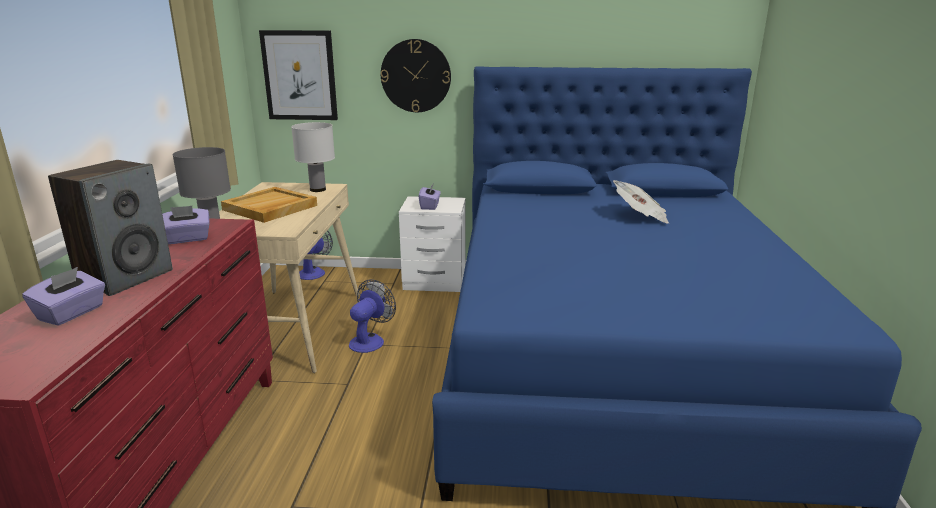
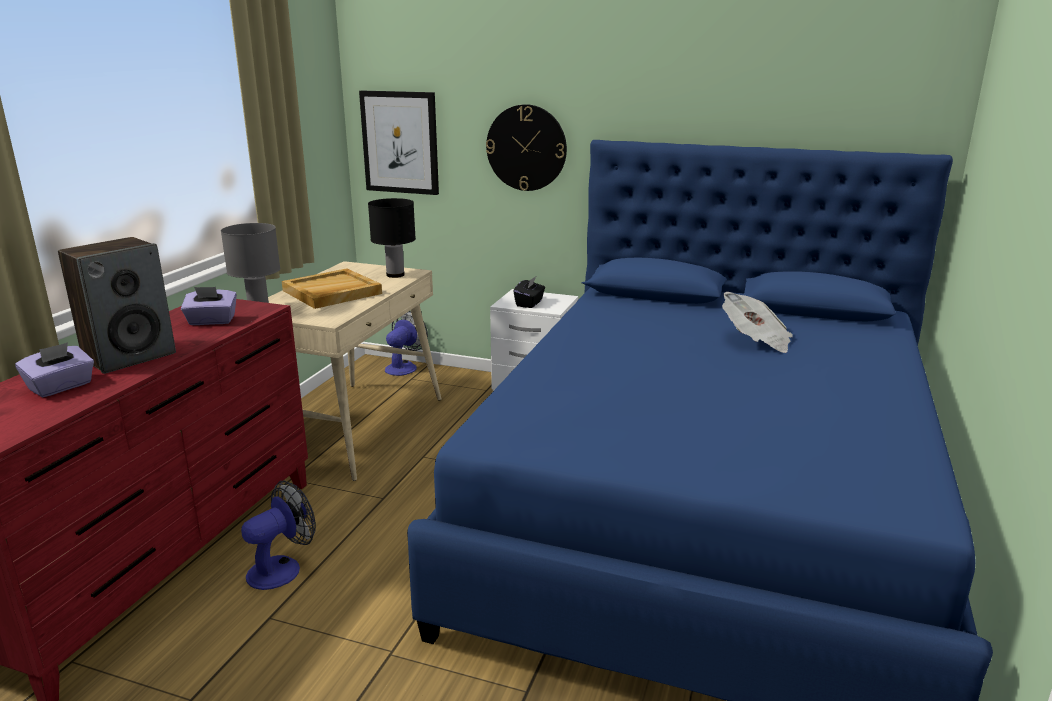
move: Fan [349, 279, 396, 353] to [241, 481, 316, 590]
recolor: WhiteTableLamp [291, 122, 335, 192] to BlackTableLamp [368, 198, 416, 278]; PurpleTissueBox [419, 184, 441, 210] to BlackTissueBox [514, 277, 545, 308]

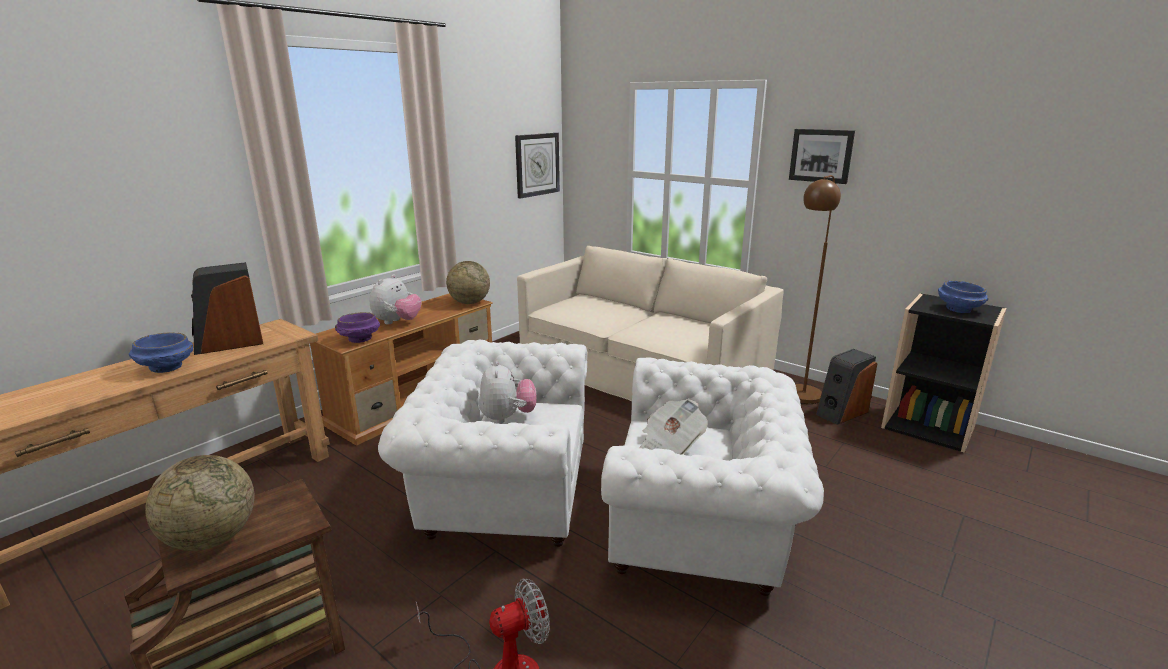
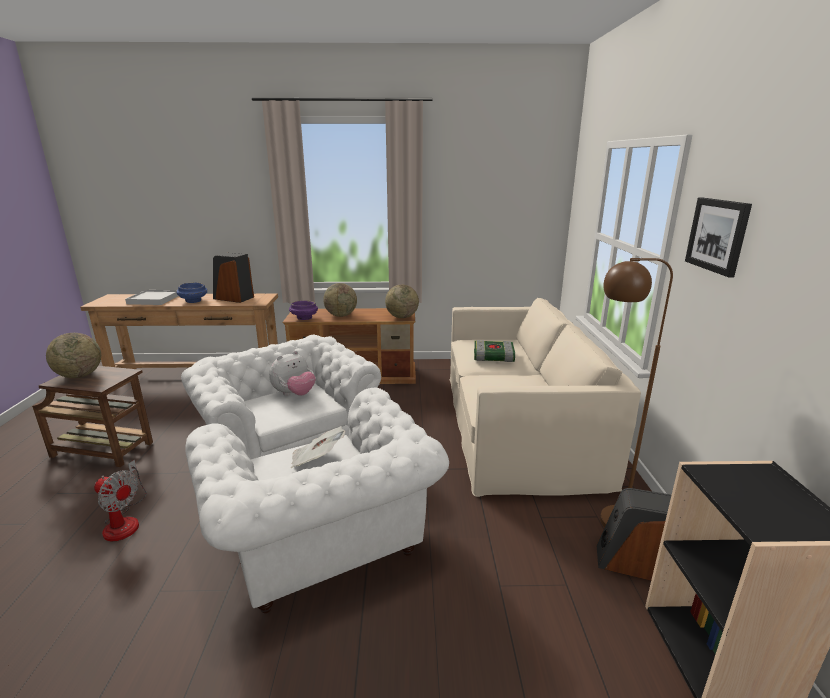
delete: WallClock [515, 133, 560, 199]; BlueBowl [938, 281, 988, 313]
insert: WhiteTray [125, 290, 179, 305]; Book [474, 340, 515, 362]
replace: PlushToy [370, 275, 422, 325] to Globe [323, 283, 357, 317]

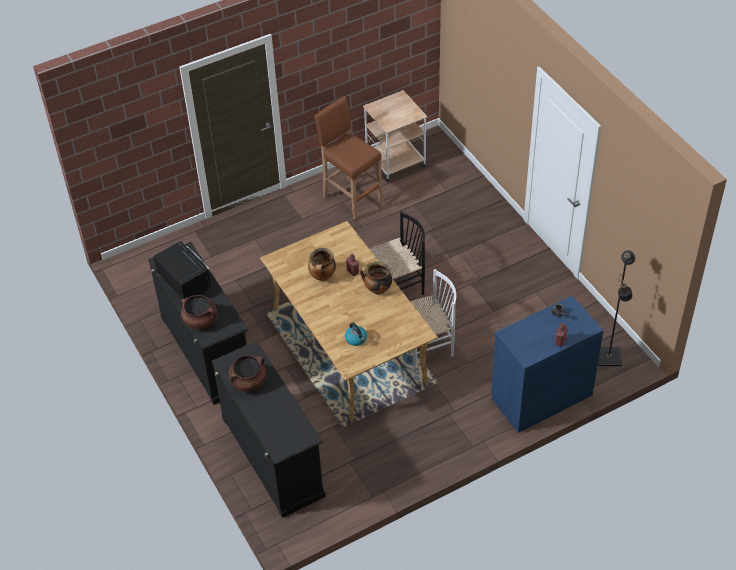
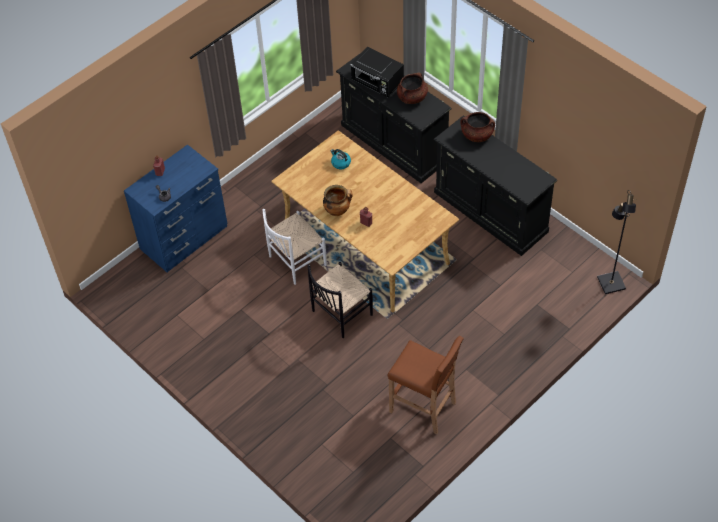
delete: CookingPot [308, 248, 336, 281]; BeigeCart [363, 90, 427, 182]
move: BlackMicrowave [153, 241, 211, 299] to [350, 47, 404, 97]; BlackFloorLamp [598, 250, 635, 366] to [597, 190, 636, 294]

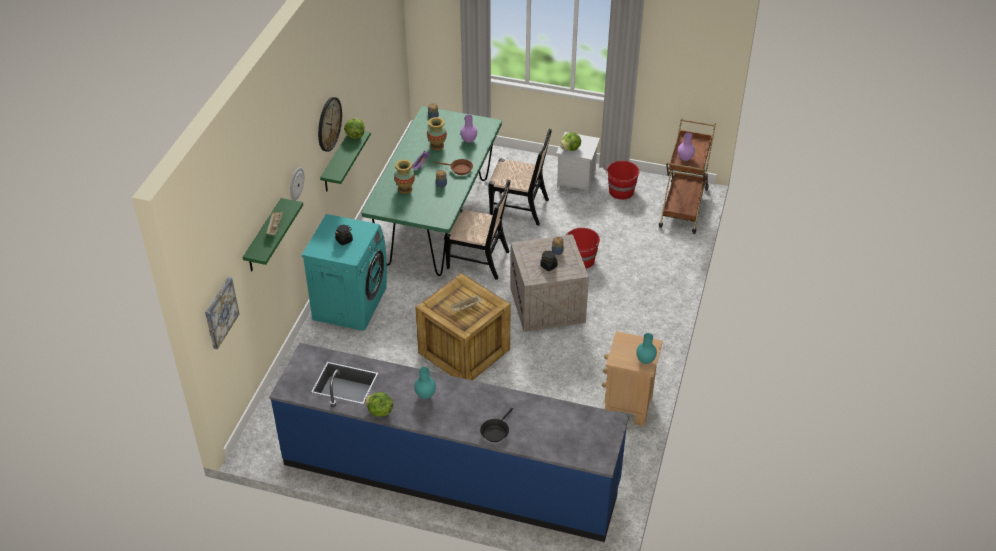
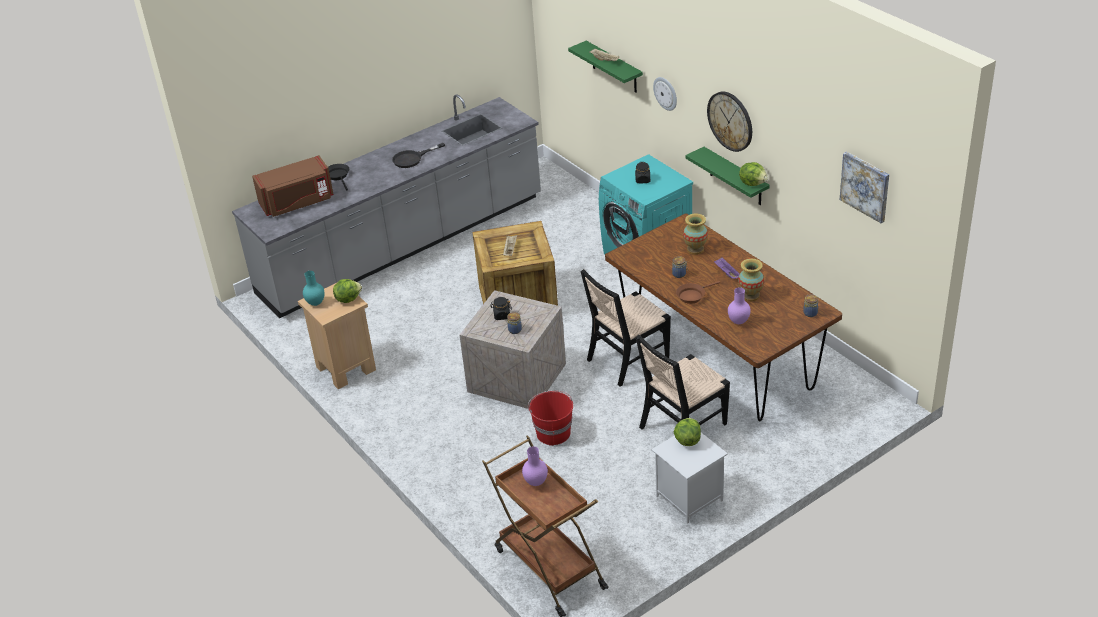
delete: RedBucket [606, 161, 639, 200]
insert: BrownMicrowave [252, 155, 334, 217]
move: Lettuce [365, 392, 393, 417] to [333, 279, 362, 303]; Picture [205, 277, 239, 349] to [840, 152, 889, 223]
replace: TurquoiseVase [414, 367, 436, 399] to BlackFryingPan [392, 143, 445, 168]
recolor: BlueCounter [269, 343, 629, 542] to GreyCounter [232, 94, 541, 318]; GreenDiningTable [362, 106, 502, 276] to BrownDiningTable [605, 214, 842, 422]

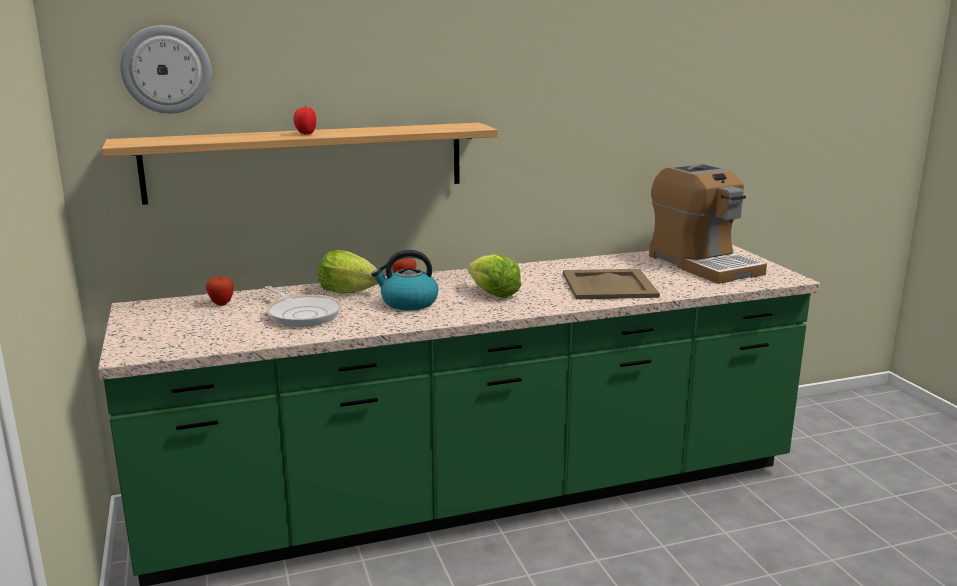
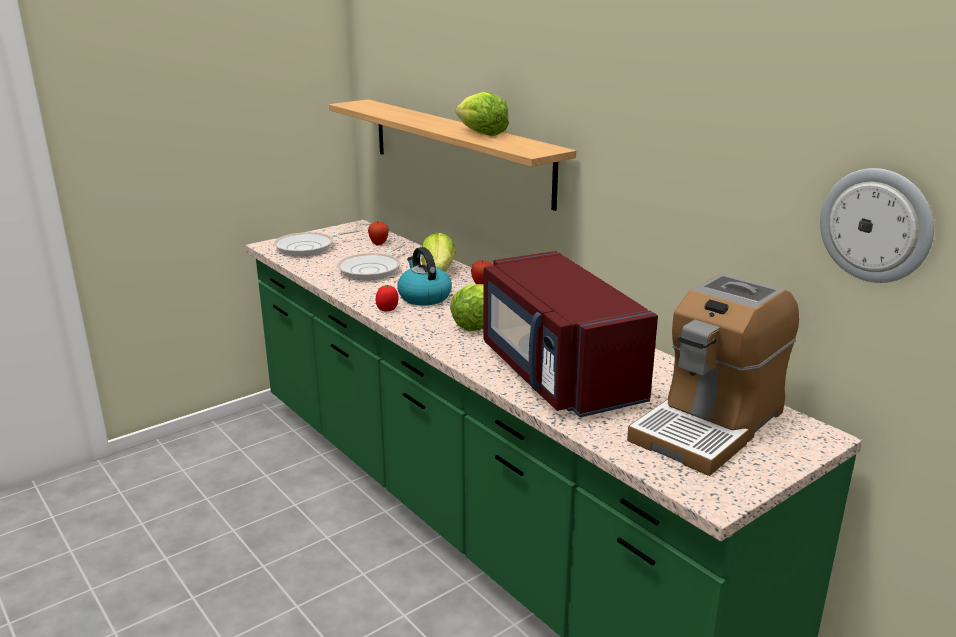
insert: FryingPan [274, 230, 360, 256]; Lettuce [456, 92, 509, 136]
move: Tomato [294, 106, 316, 135] to [376, 285, 399, 311]; WallClock [120, 25, 212, 114] to [820, 168, 934, 283]
replace: BeigeTray [563, 269, 660, 299] to RedMicrowave [483, 251, 658, 417]

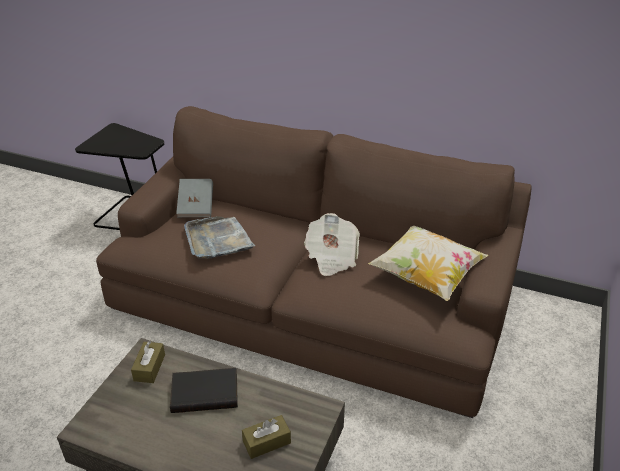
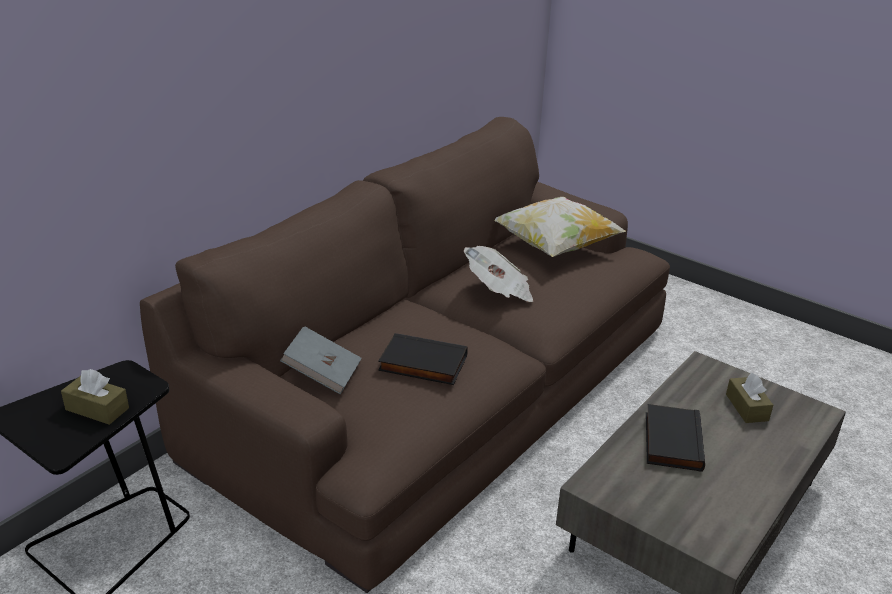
move: BrownTissueBox [131, 341, 165, 383] to [61, 369, 129, 425]
replace: GreyTray [184, 216, 255, 259] to BlackBook [378, 333, 468, 385]

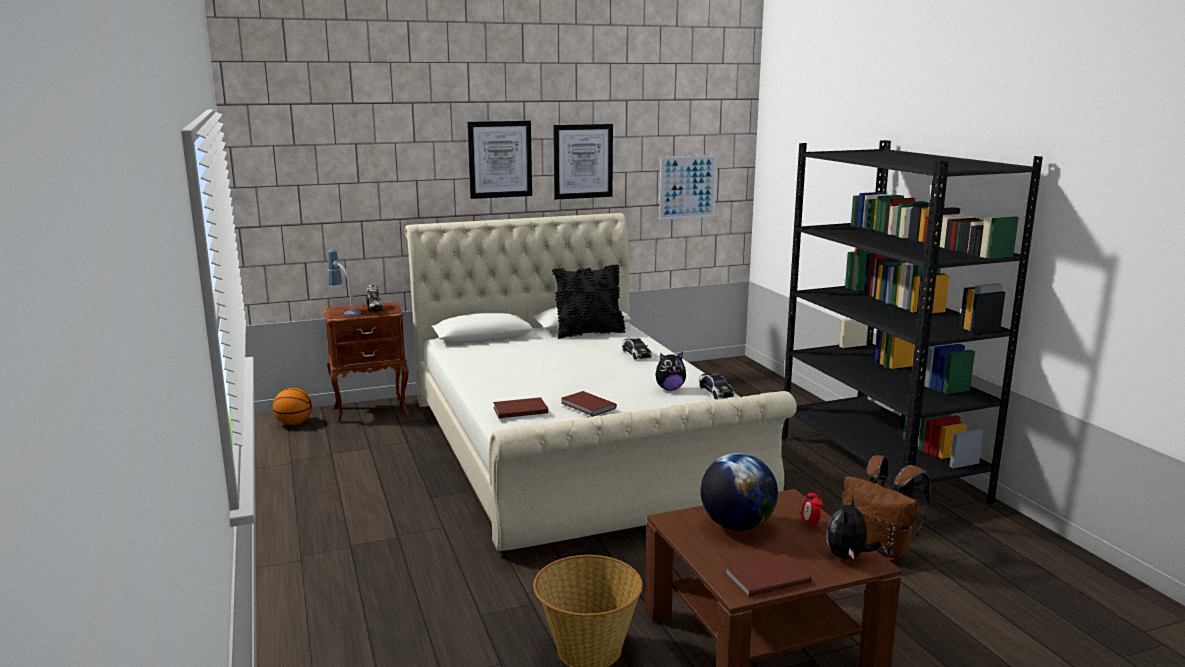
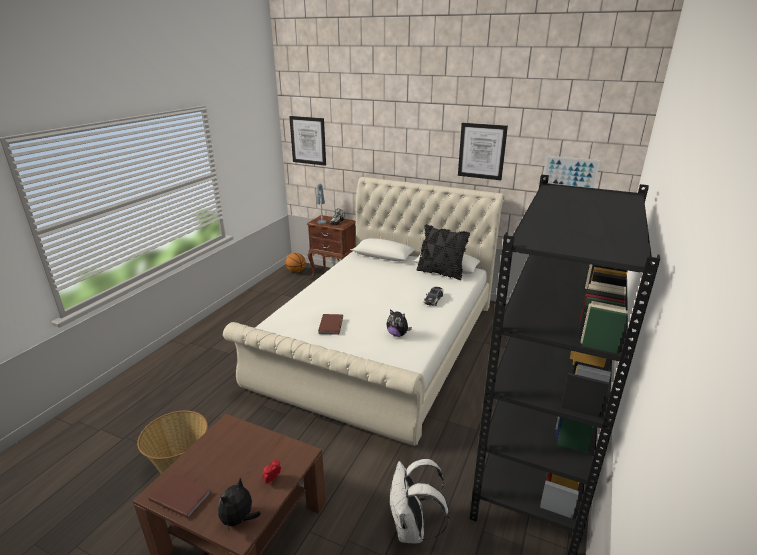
delete: BrownBook [493, 397, 548, 418]; ToyCar [699, 373, 735, 399]; Globe [700, 453, 778, 531]
move: Picture [467, 121, 532, 199] to [289, 116, 326, 166]
recolor: BrownBackpack [842, 455, 931, 562] to WhiteBackpack [389, 459, 450, 543]
rotate: PlushToy [827, 496, 881, 559] = [218, 478, 261, 531] 45 degrees counterclockwise

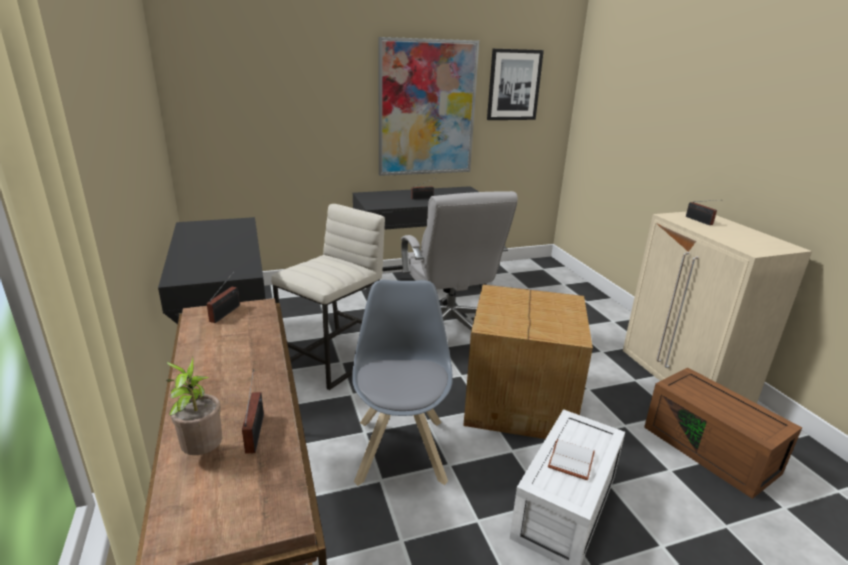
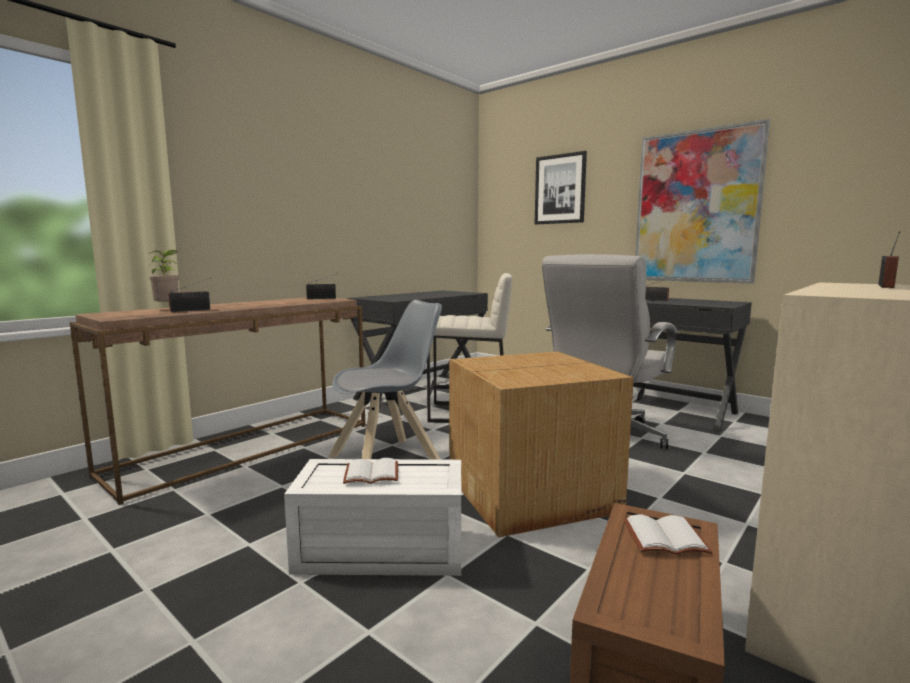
insert: WhiteBook [623, 514, 713, 555]
move: Picture [487, 49, 544, 120] to [535, 151, 587, 224]

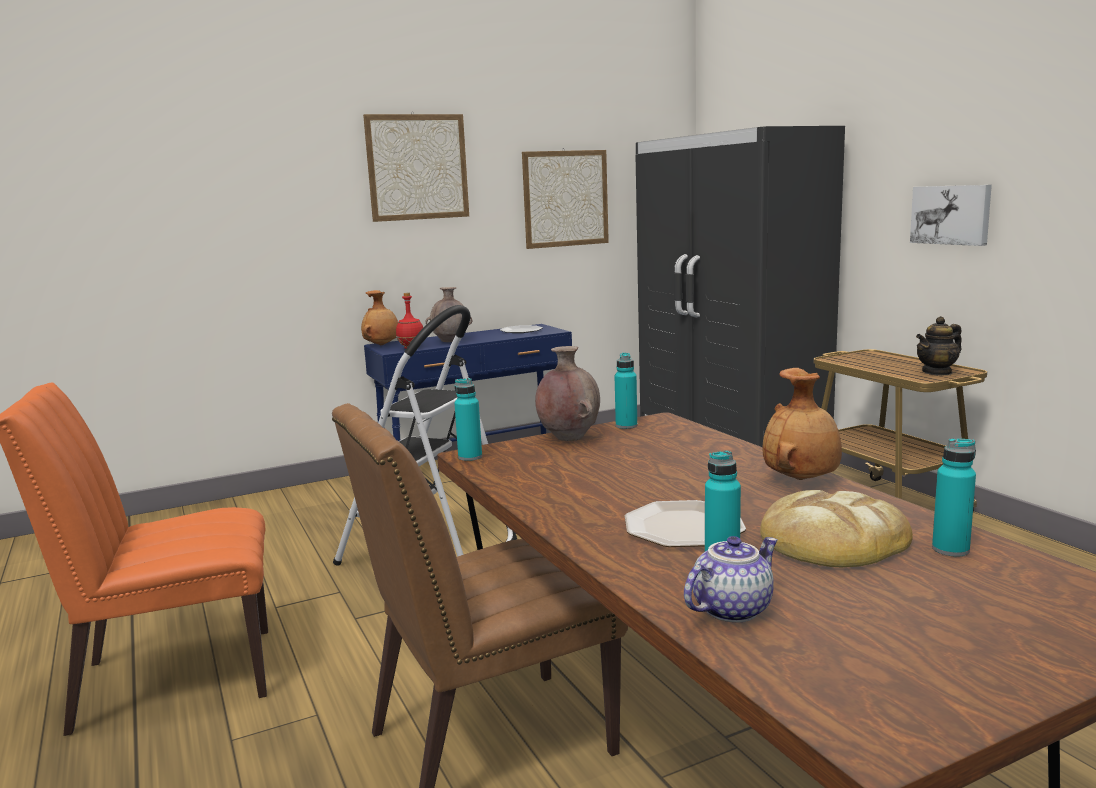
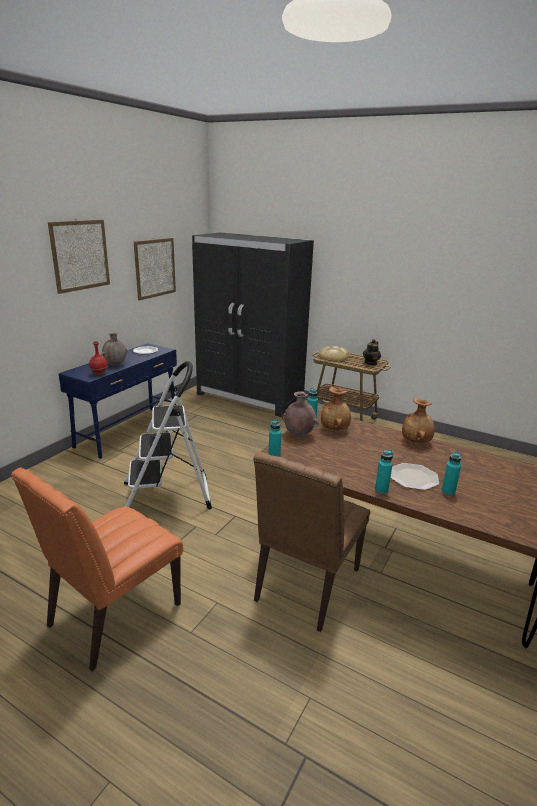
delete: Teapot [684, 536, 778, 622]; Picture [910, 185, 992, 246]
move: Bread [760, 490, 913, 567] to [319, 346, 350, 361]; BrownVase [361, 290, 398, 345] to [321, 387, 351, 430]; TurquoiseBottle [932, 438, 976, 557] to [375, 450, 393, 494]

